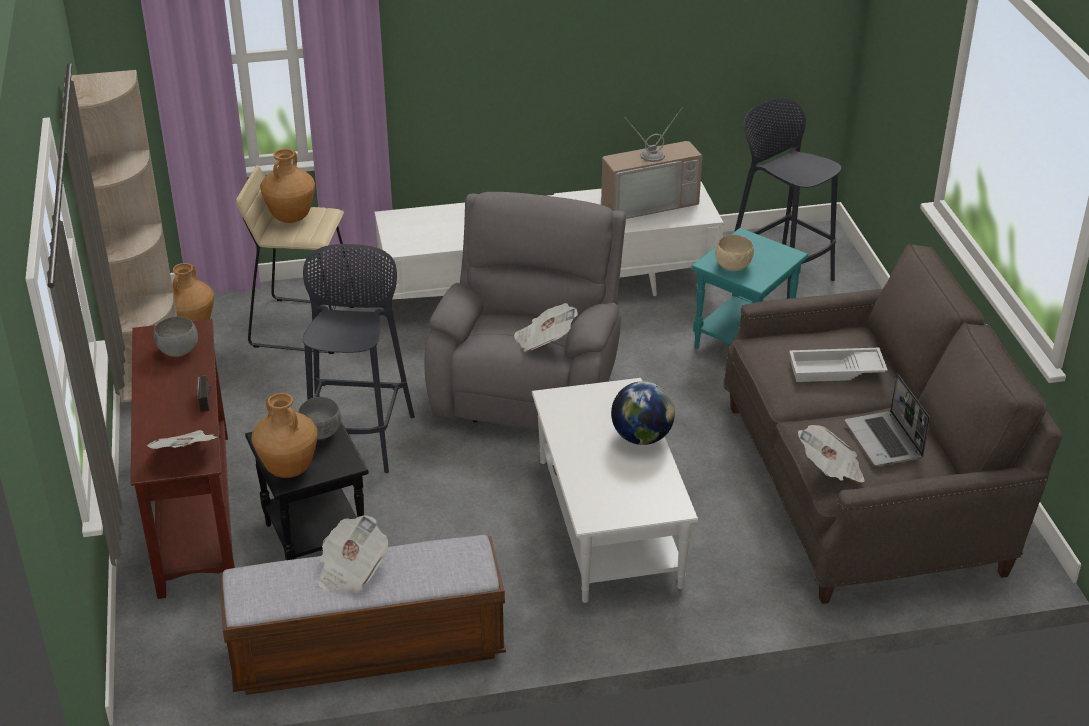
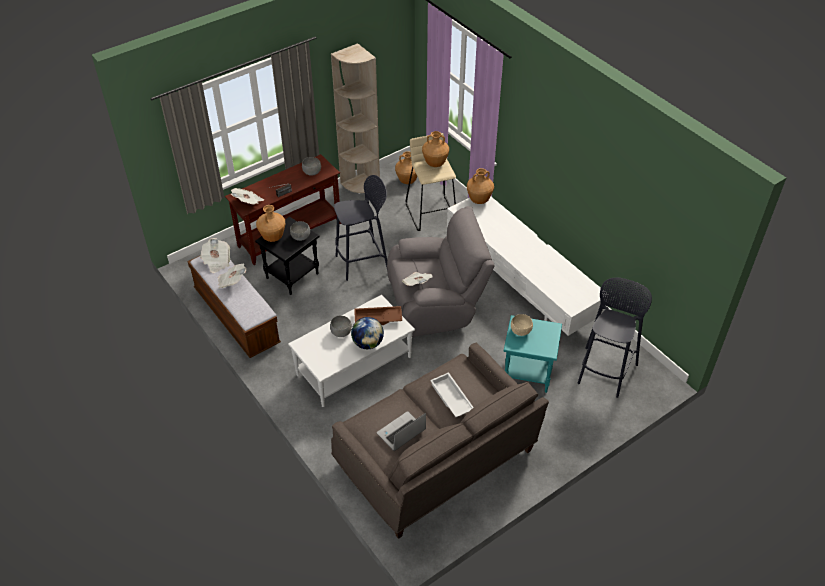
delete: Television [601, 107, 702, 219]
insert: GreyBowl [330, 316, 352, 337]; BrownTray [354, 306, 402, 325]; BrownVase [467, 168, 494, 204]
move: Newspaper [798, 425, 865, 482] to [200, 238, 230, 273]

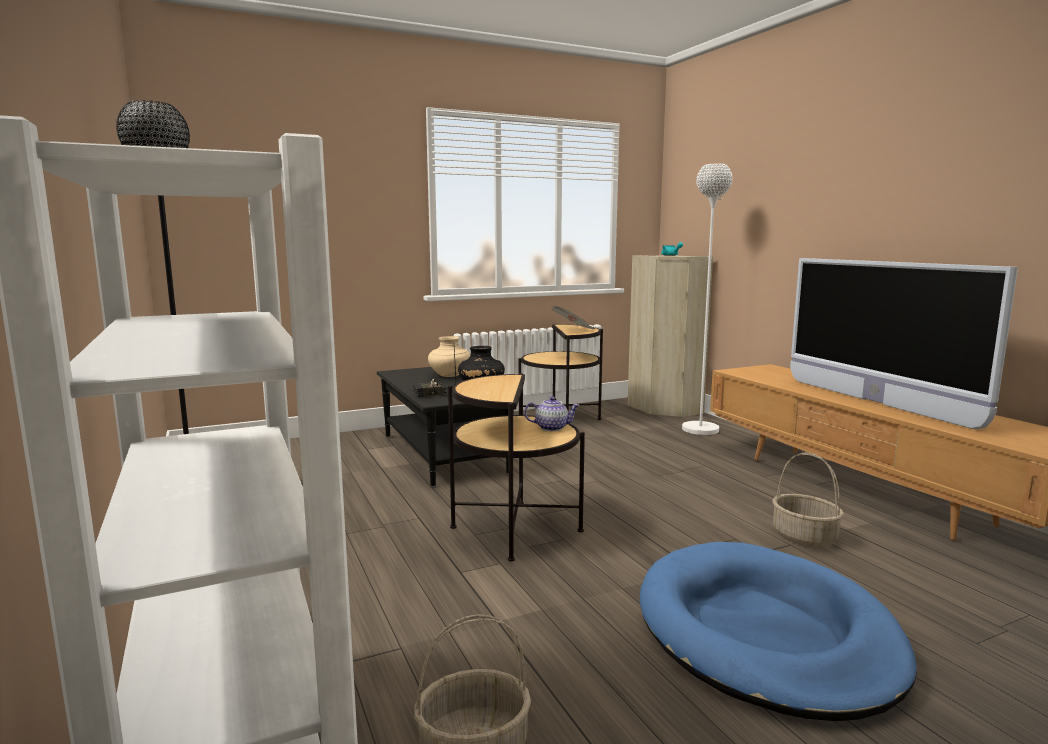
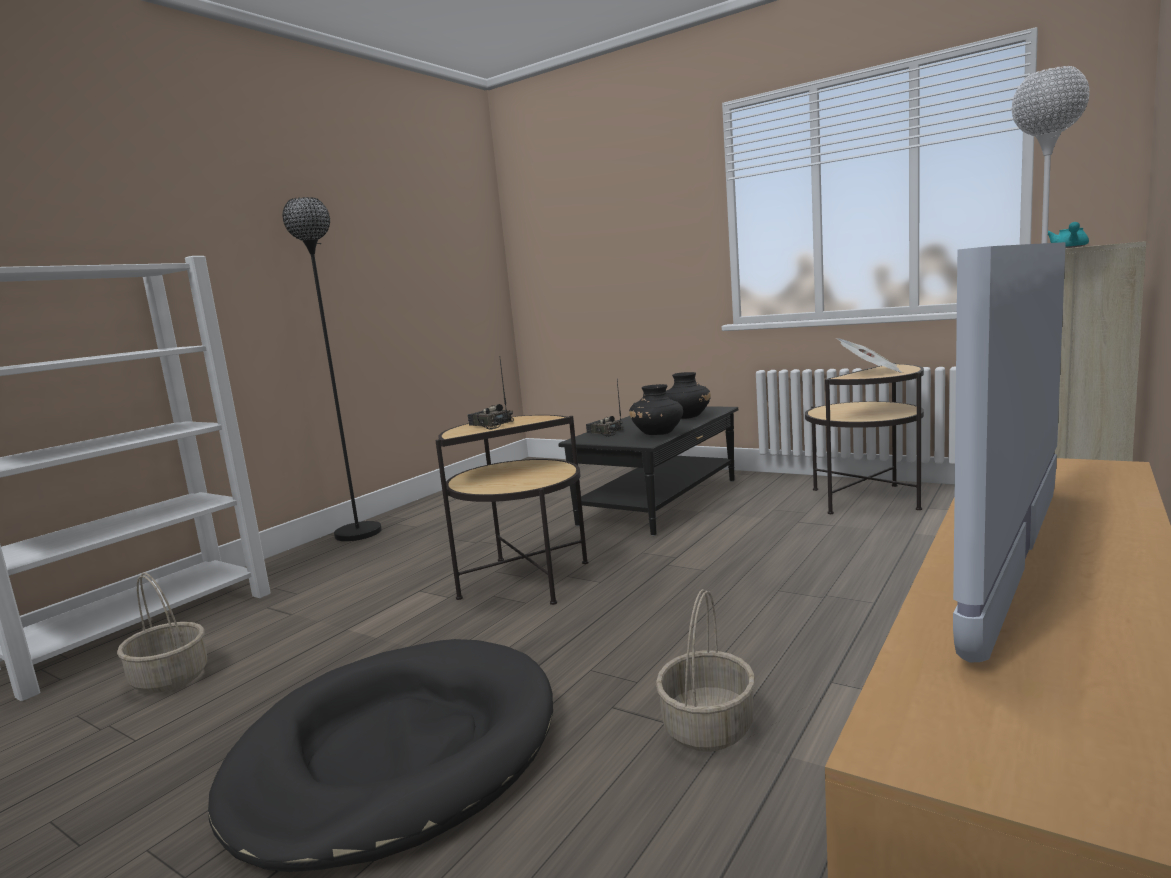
delete: Teapot [524, 396, 580, 431]
insert: Radio [468, 359, 514, 430]
recolor: BlueDogBed [640, 542, 917, 721] to BlackDogBed [208, 639, 553, 872]; BeigeVase [428, 336, 470, 377] to BlackVase [666, 372, 711, 419]

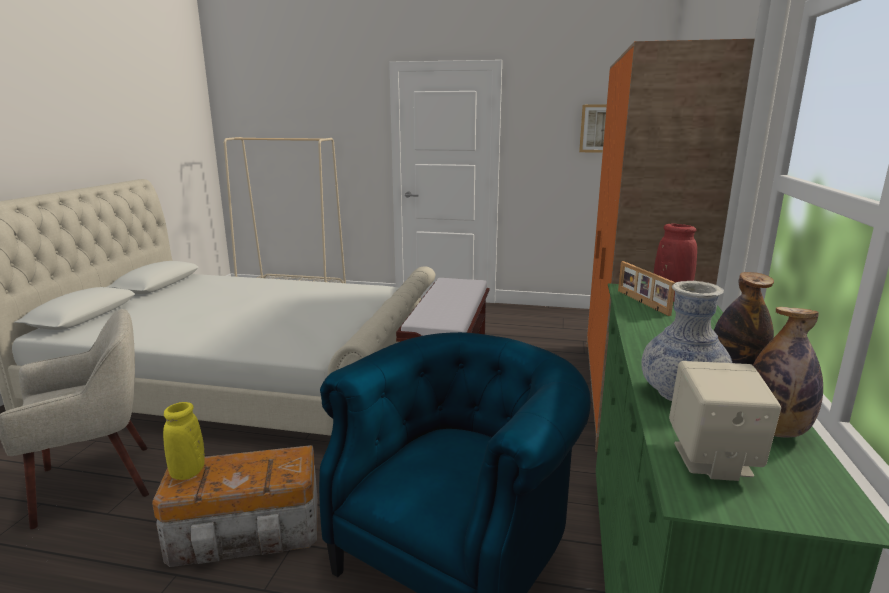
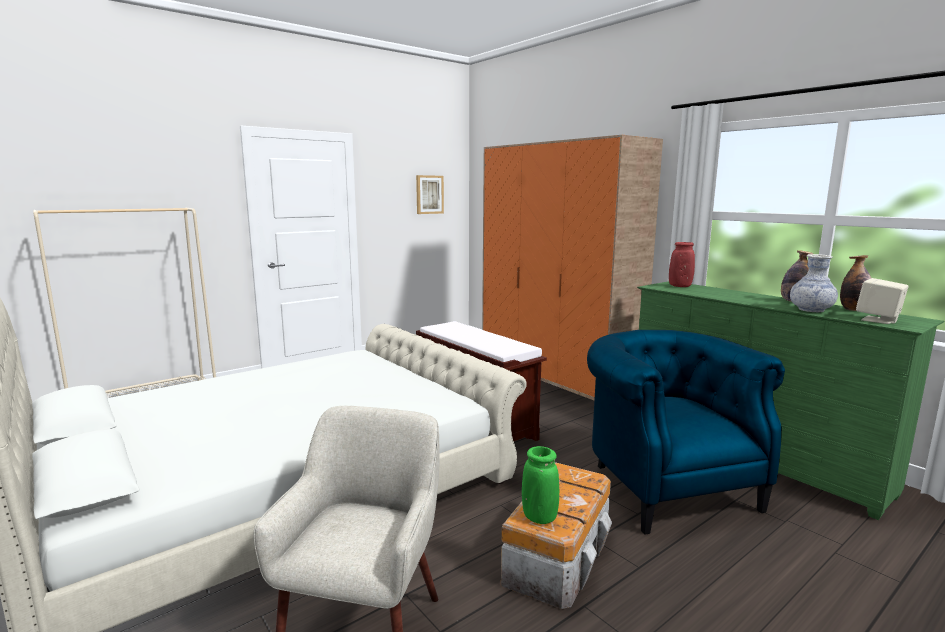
delete: PictureFrame [618, 261, 676, 316]
recolor: YellowVase [163, 402, 205, 480] to GreenVase [522, 446, 559, 524]

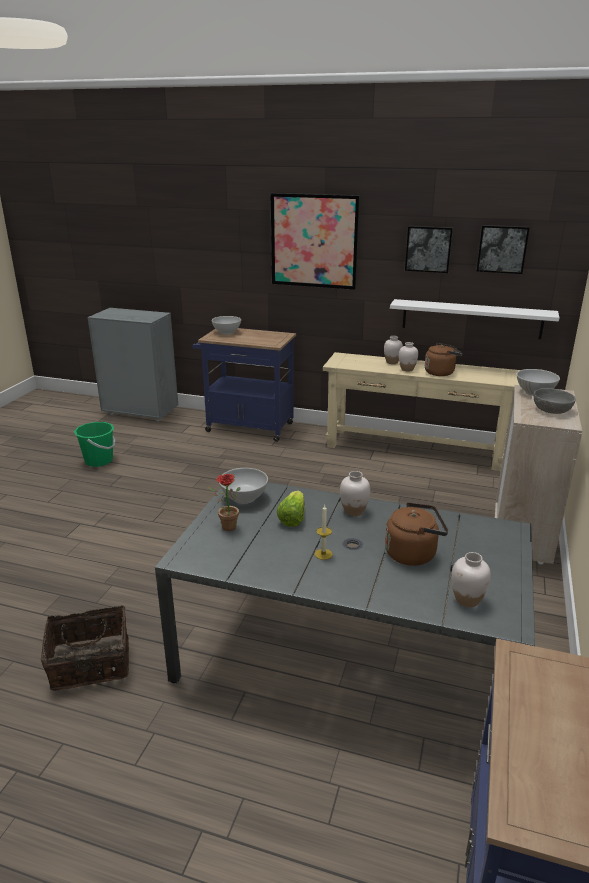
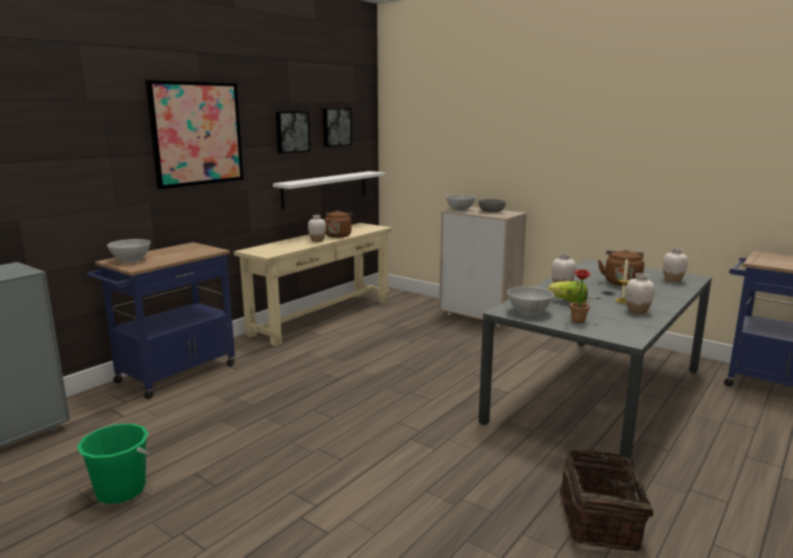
move: WhiteVase [384, 336, 403, 364] to [626, 273, 655, 314]

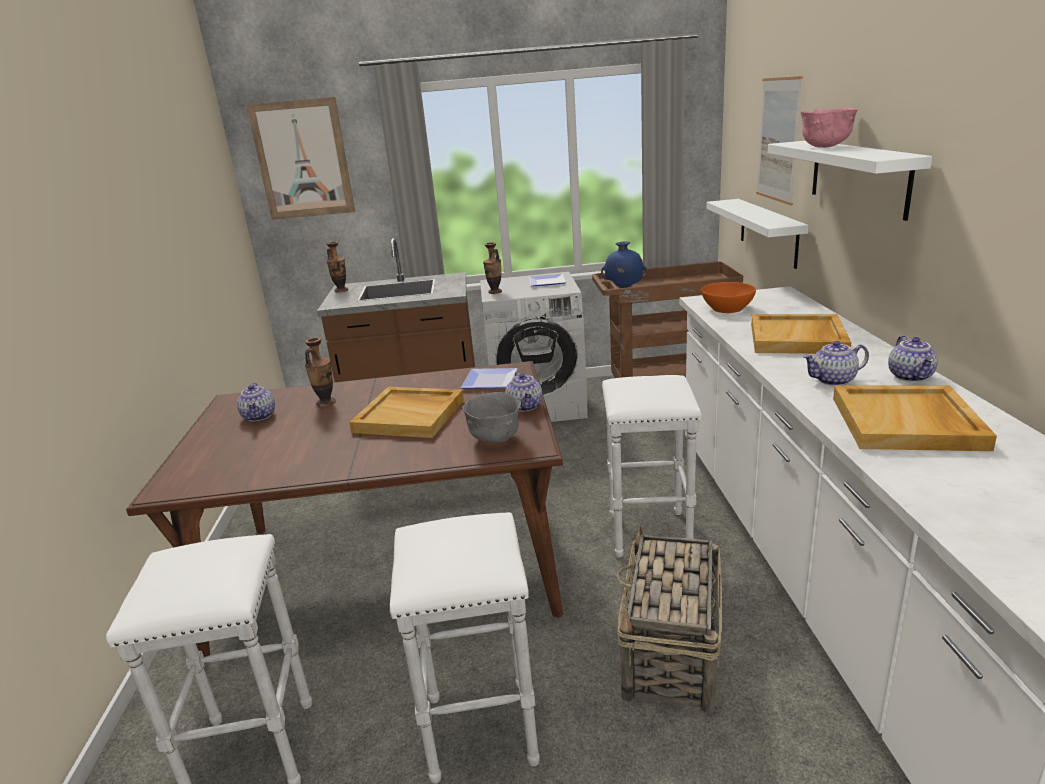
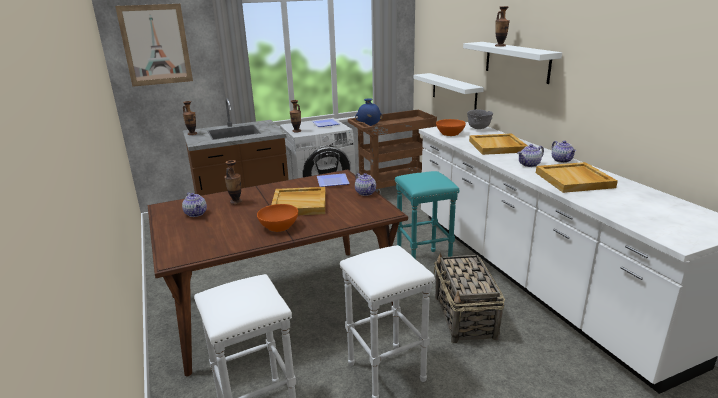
delete: Picture [756, 76, 803, 205]
insert: OrangeBowl [257, 204, 298, 232]
move: GreyBowl [462, 392, 521, 443] to [467, 109, 493, 129]
replace: PinkBowl [801, 108, 858, 148] to Vase [495, 6, 510, 47]
recolor: WhiteStool [602, 375, 702, 558] to TurquoiseStool [395, 171, 459, 259]

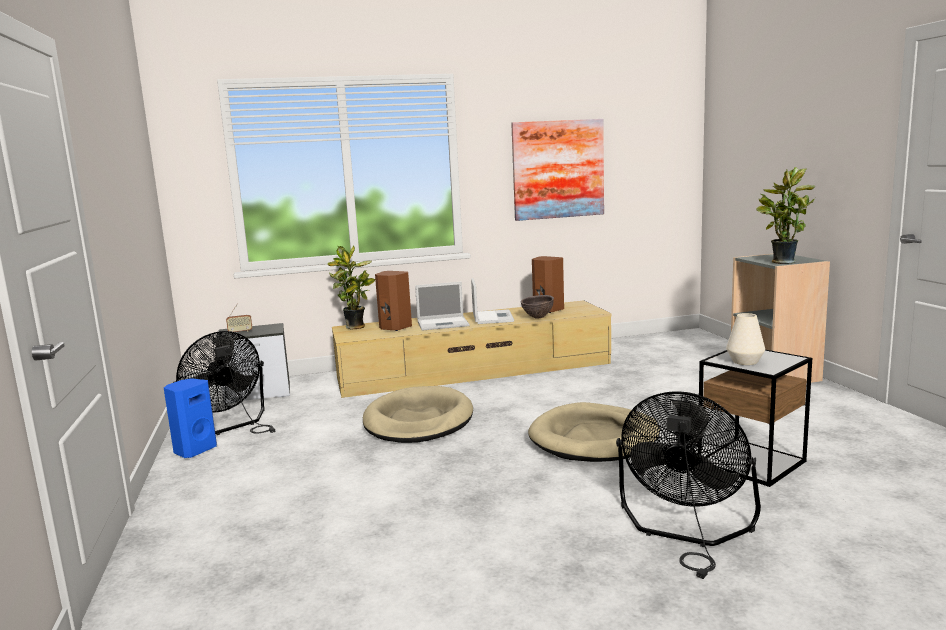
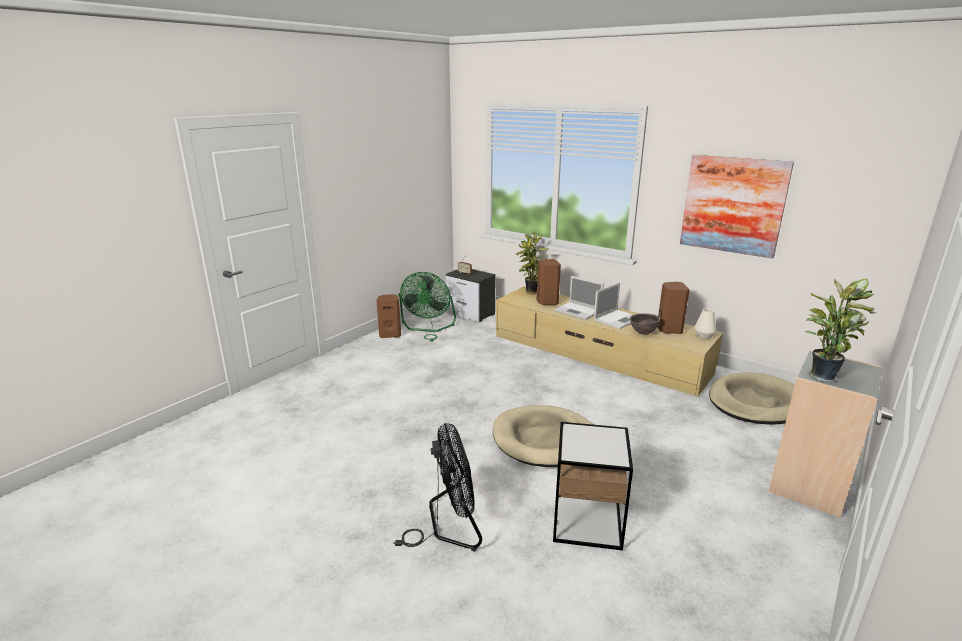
move: WhiteVase [726, 313, 765, 365] to [694, 309, 717, 339]; BeigeDogBed [363, 386, 473, 443] to [709, 373, 795, 425]
recolor: BlueSpeaker [164, 378, 217, 458] to BrownSpeaker [376, 294, 401, 338]; BlackFan [173, 331, 275, 435] to GreenFan [398, 272, 456, 342]

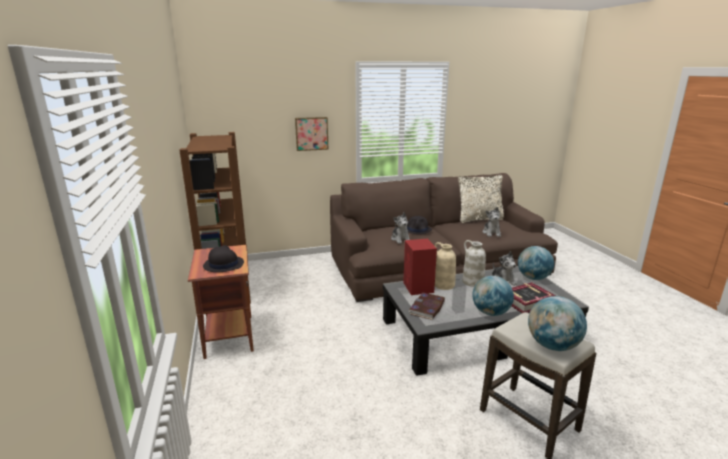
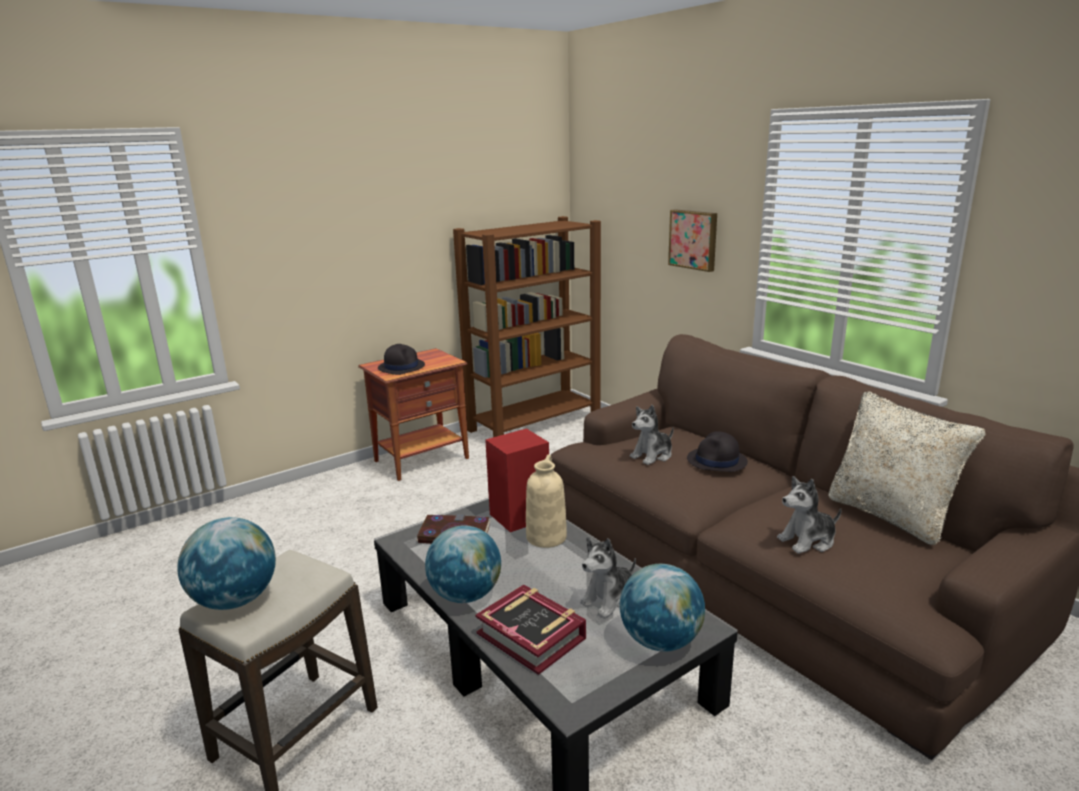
delete: WhiteVase [462, 240, 486, 287]

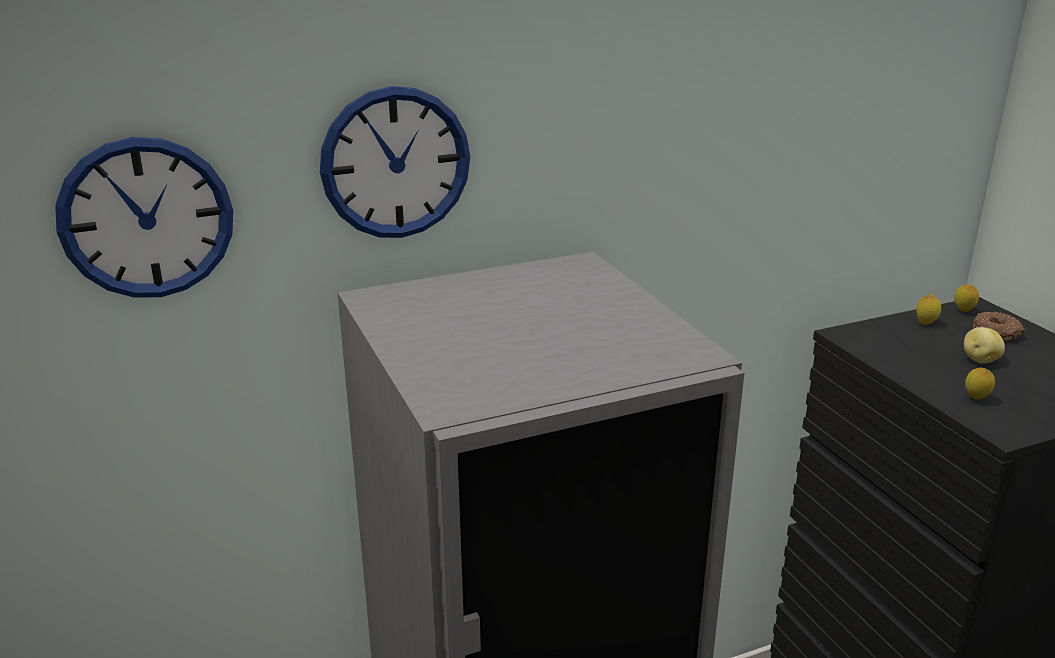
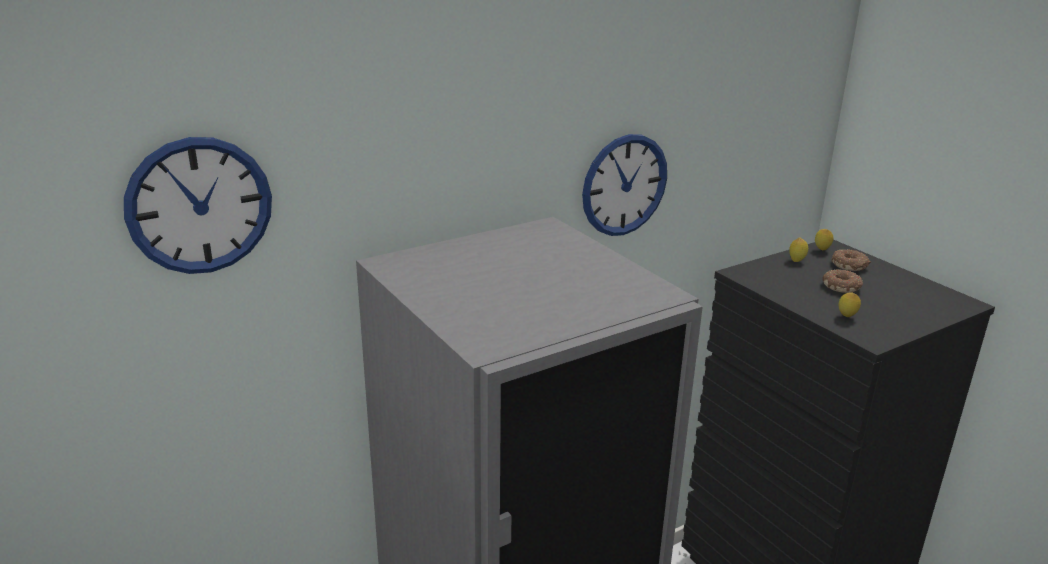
move: WallClock [320, 86, 470, 238] to [582, 134, 667, 236]
replace: Potato [964, 327, 1005, 363] to Donut [822, 269, 863, 293]

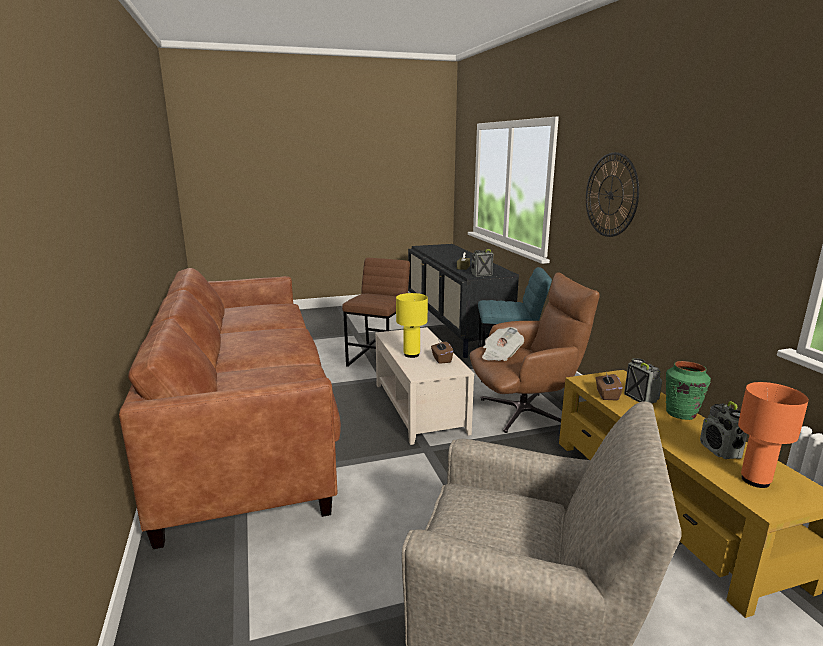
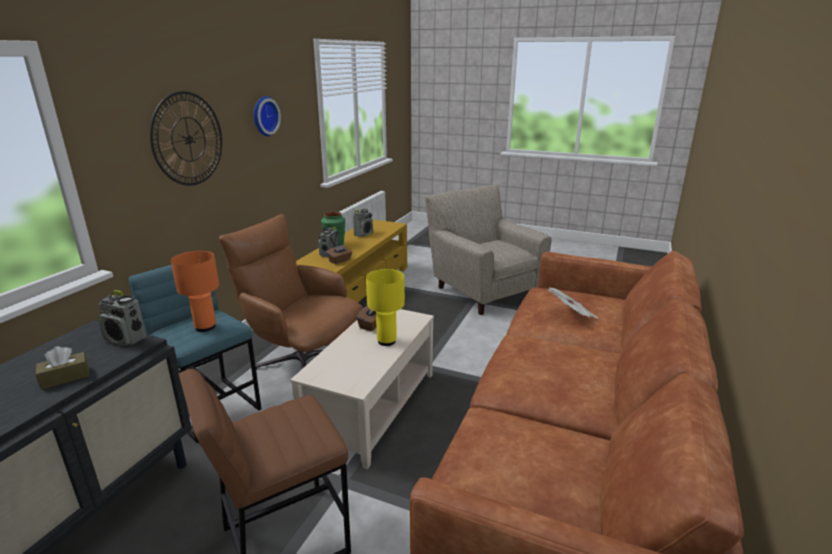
insert: WallClock [253, 96, 281, 136]
move: OrangeTableLamp [738, 382, 808, 488] to [171, 251, 219, 332]; Newspaper [482, 327, 524, 361] to [547, 288, 599, 318]

